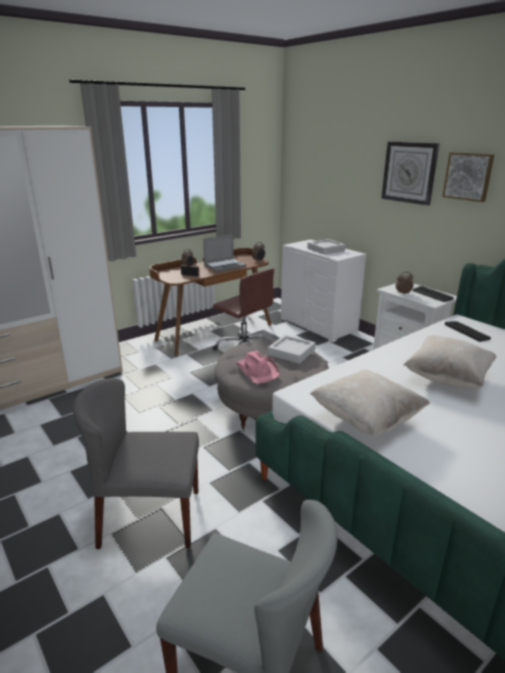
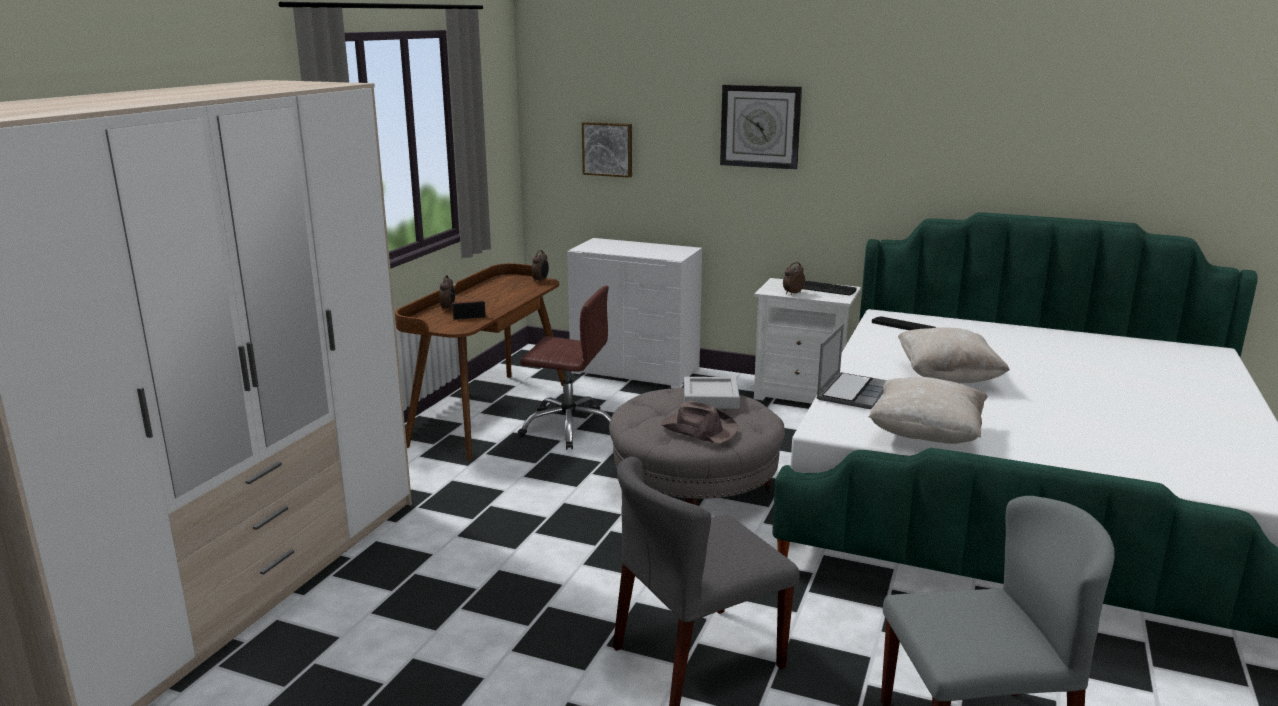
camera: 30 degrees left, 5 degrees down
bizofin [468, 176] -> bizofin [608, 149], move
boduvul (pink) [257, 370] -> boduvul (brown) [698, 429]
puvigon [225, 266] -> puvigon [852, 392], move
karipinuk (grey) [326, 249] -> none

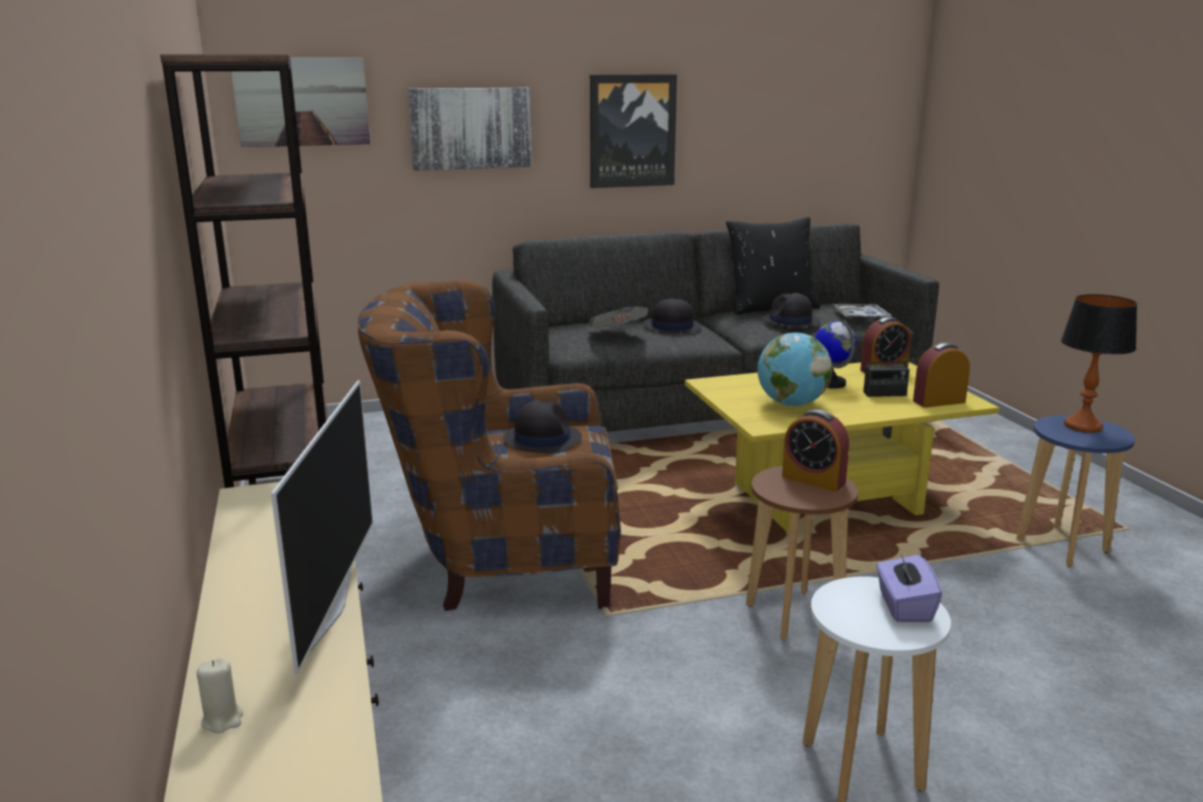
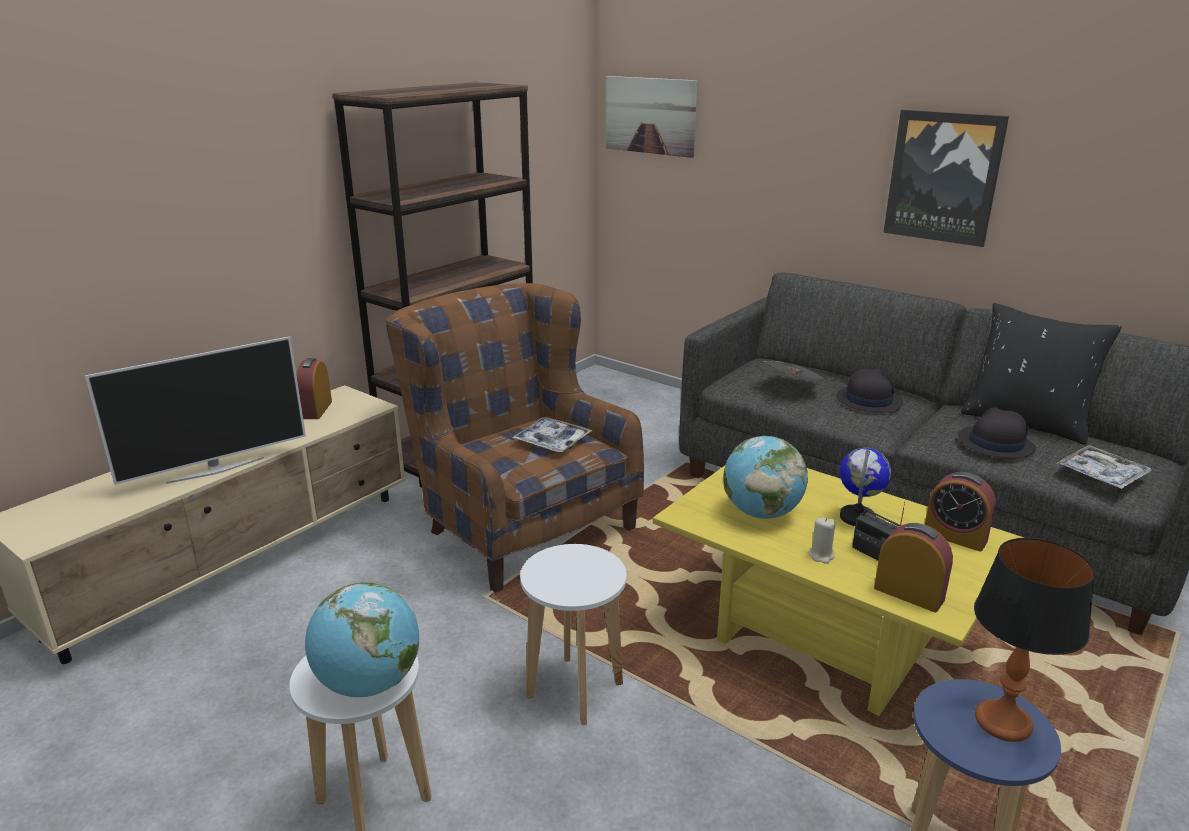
camera: 55 degrees right, 5 degrees up
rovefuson [813, 480] -> rovefuson [316, 410], move
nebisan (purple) [904, 607] -> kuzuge [369, 683]
boduvul (black) [542, 439] -> karipinuk [552, 441]
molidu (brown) [794, 614] -> molidu (white) [575, 690]
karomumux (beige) [222, 720] -> karomumux (beige) [821, 556], move
bizofin [470, 128] -> none

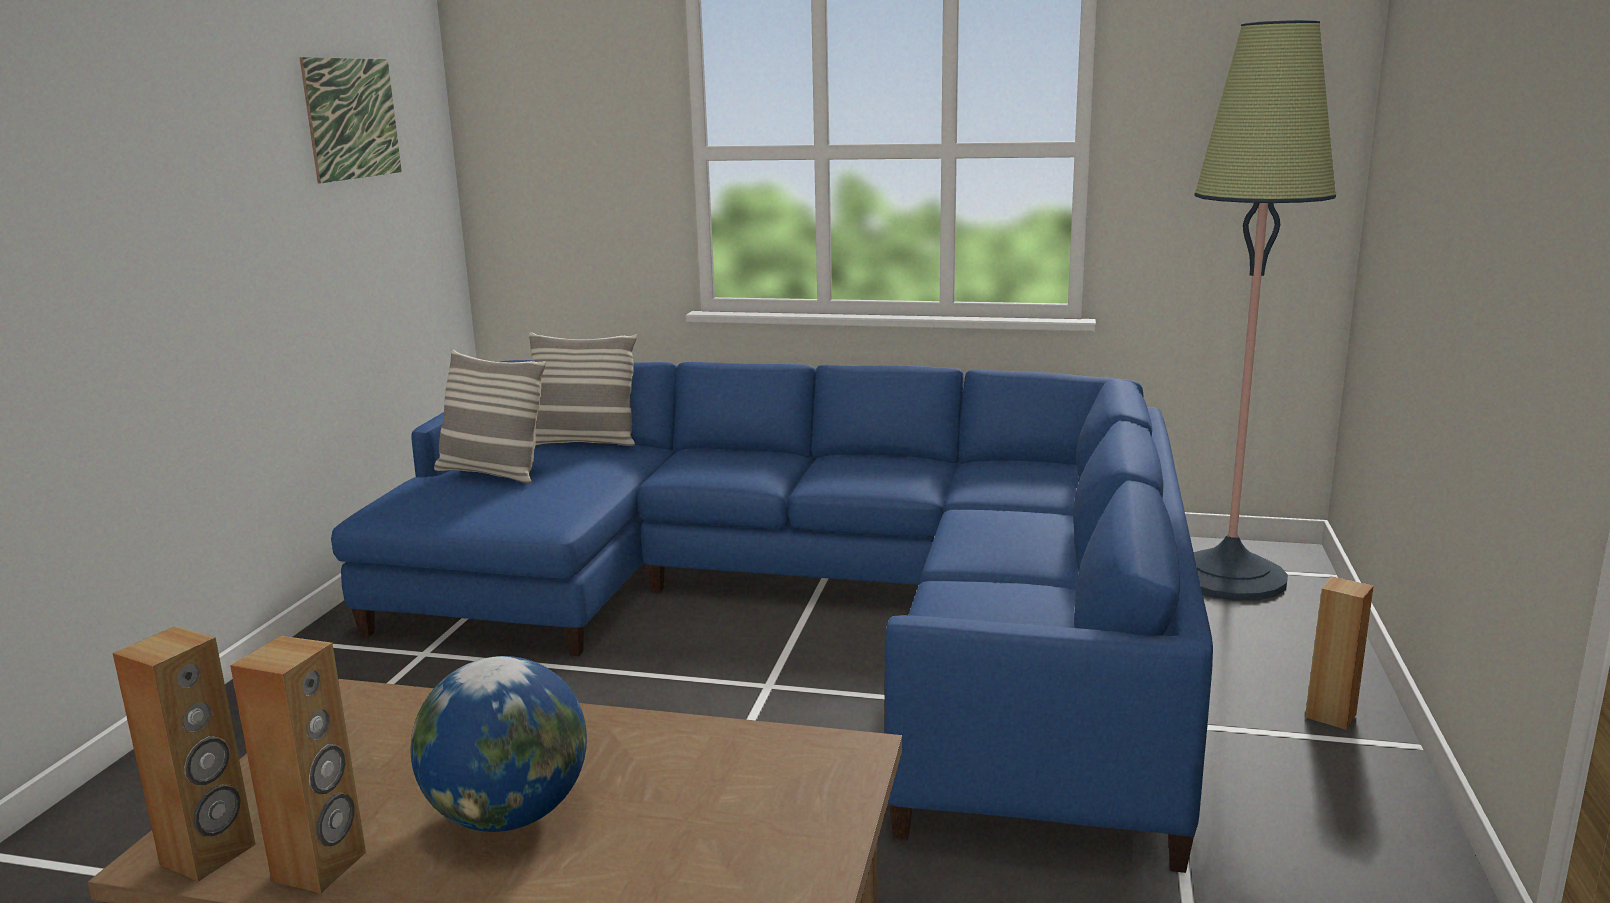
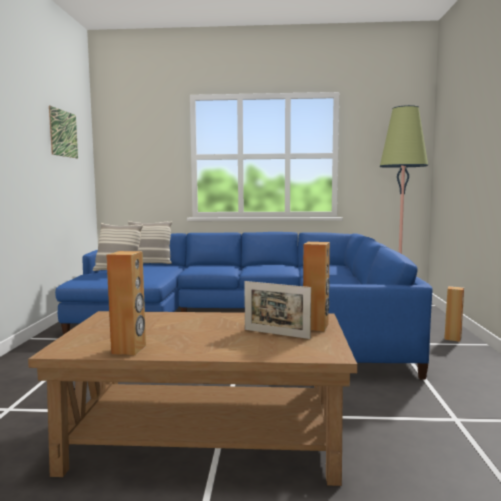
camera: 10 degrees left, 10 degrees down
none -> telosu [276, 334]
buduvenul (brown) [209, 854] -> buduvenul (brown) [316, 327], move
kuzuge [508, 815] -> none

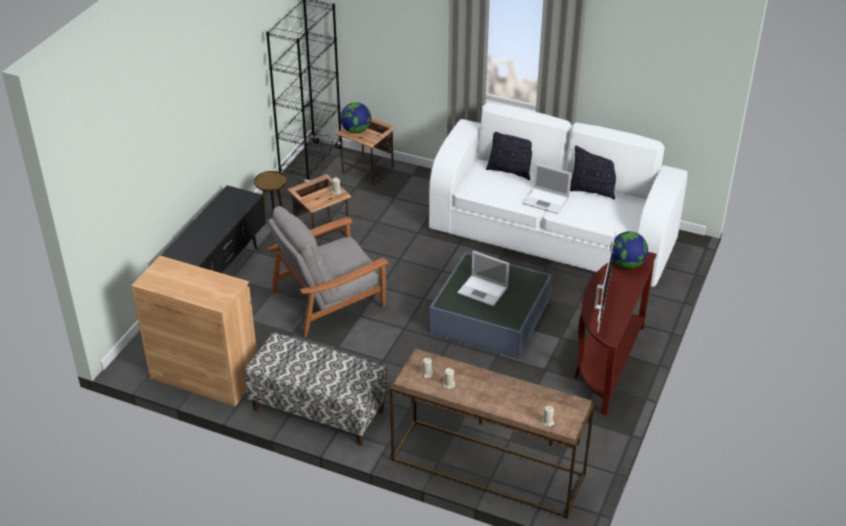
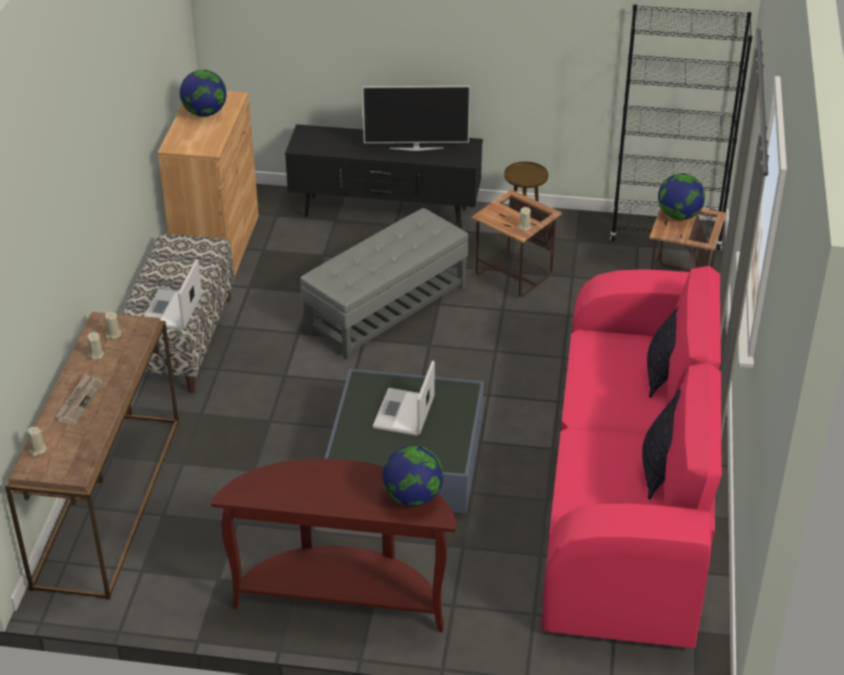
camera: 75 degrees right, 0 degrees up
none -> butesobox [79, 401]
puvigon [546, 201] -> puvigon [171, 311], move
none -> kuzuge [205, 113]
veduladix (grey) [329, 299] -> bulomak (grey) [386, 308]
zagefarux [599, 307] -> zagefarux [416, 148], move
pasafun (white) [552, 235] -> pasafun (pink) [627, 497]

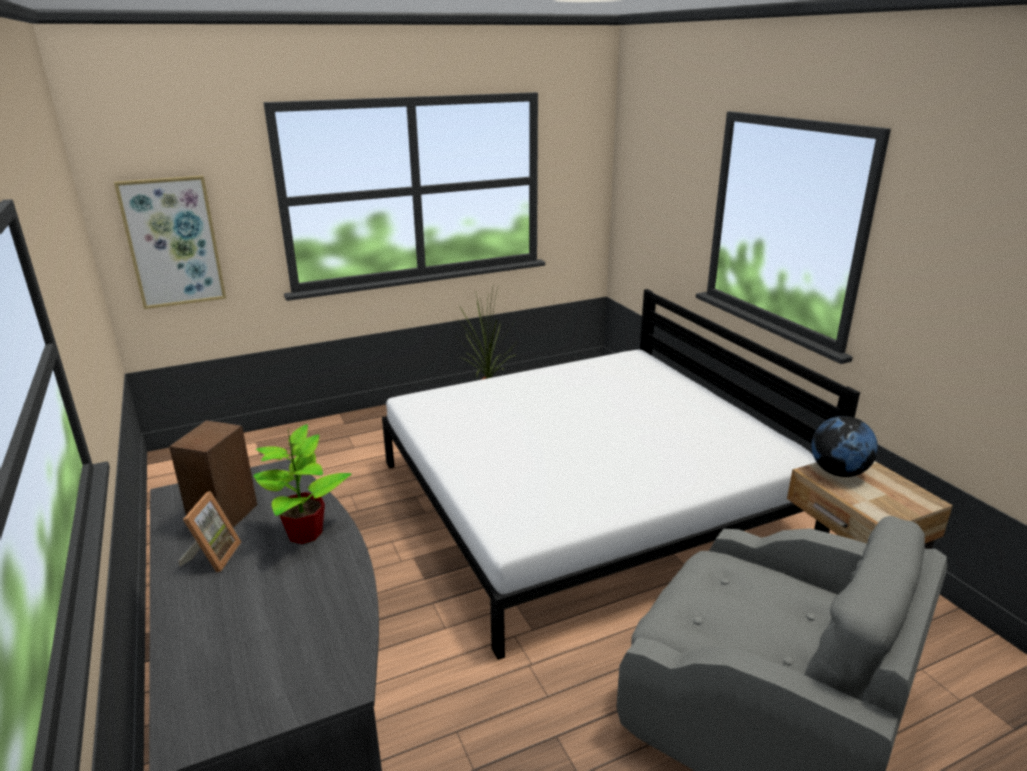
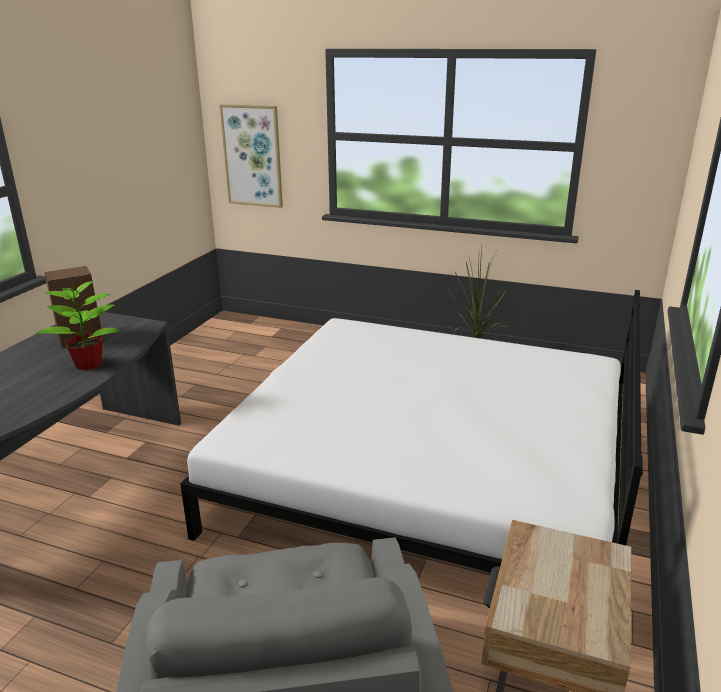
camera: 45 degrees right, 0 degrees up
telosu [213, 556] -> none
kuzuge [838, 472] -> none

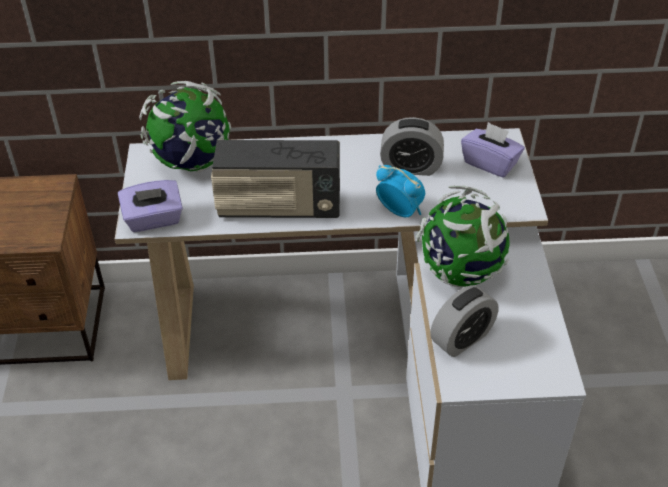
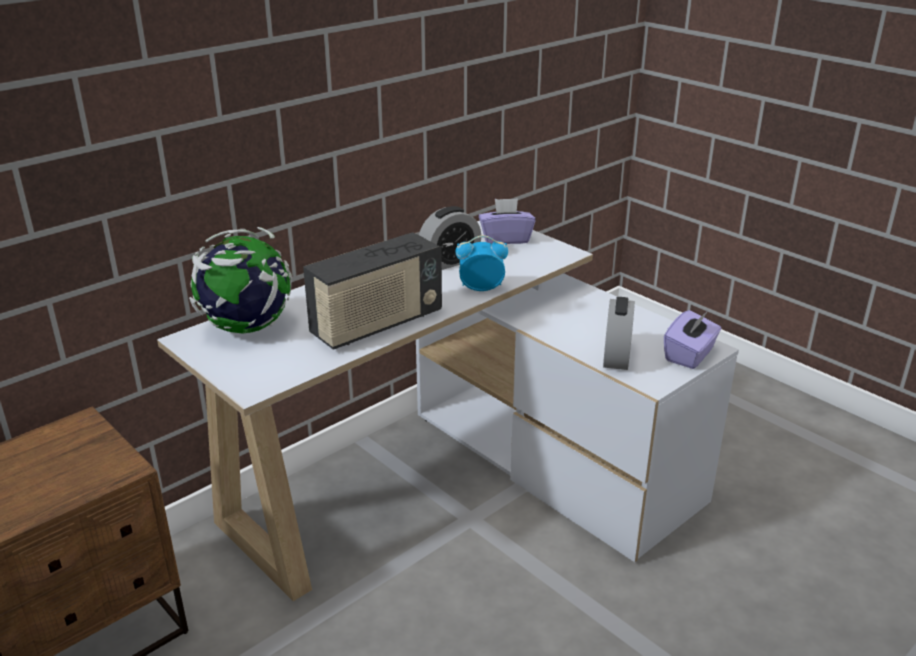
camera: 40 degrees left, 15 degrees down
nebisan (purple) [154, 220] -> nebisan (purple) [690, 355], move
kuzuge [459, 272] -> none

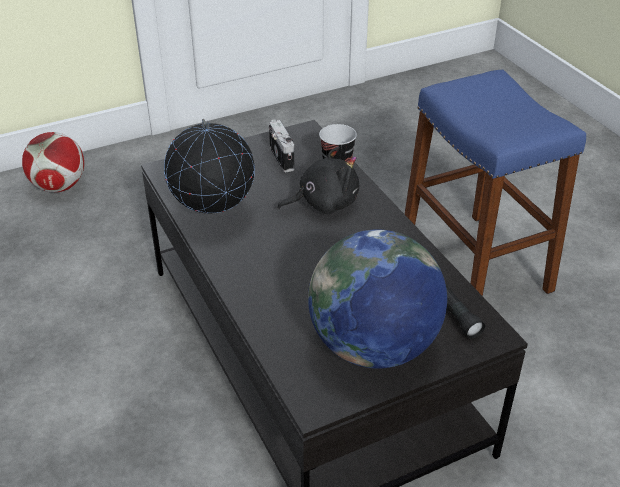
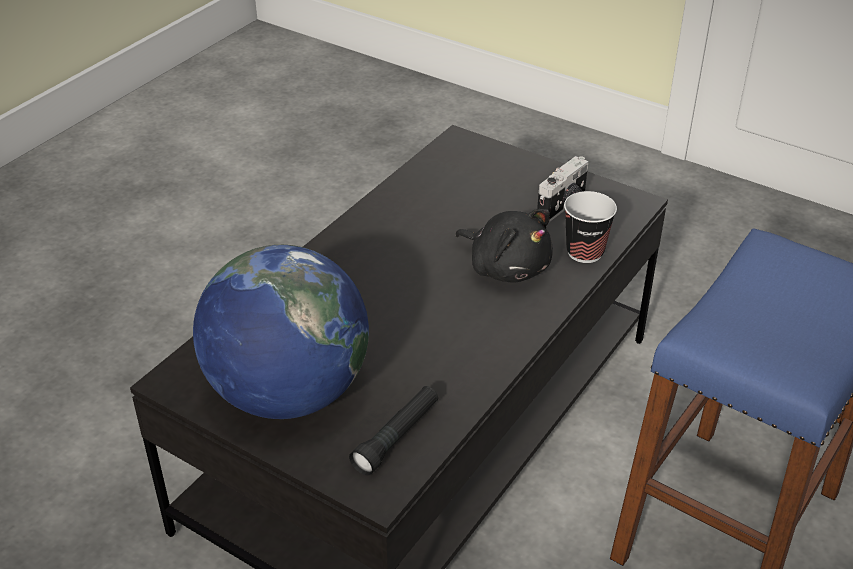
camera: 60 degrees right, 0 degrees up
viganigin [59, 186] -> none
kuzuge [213, 214] -> none

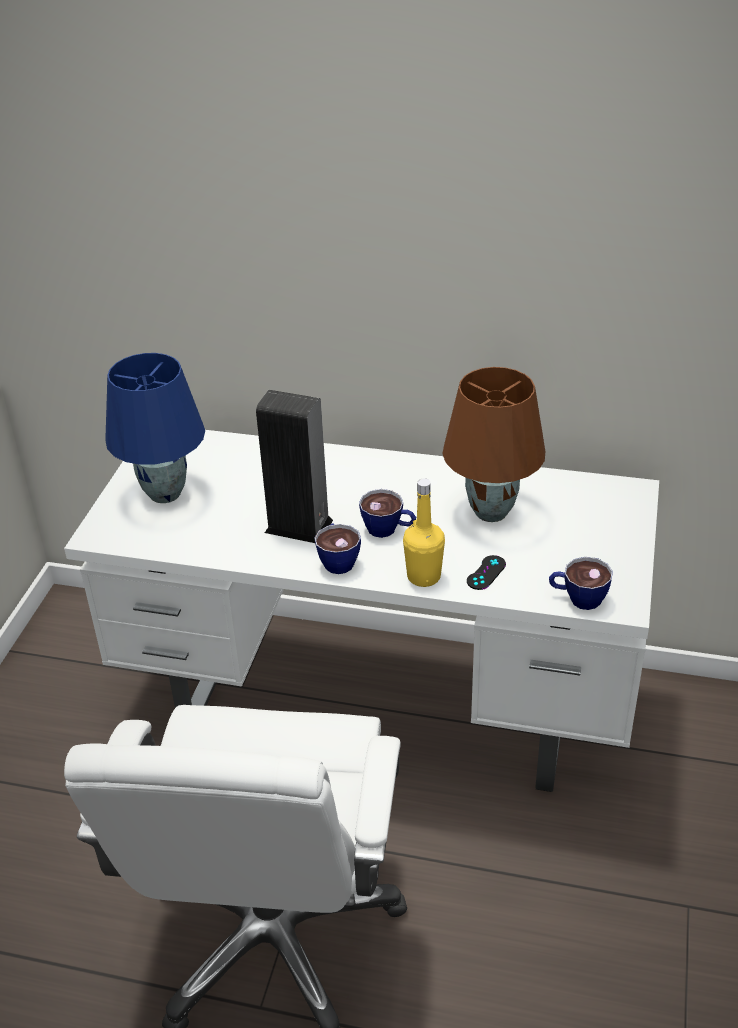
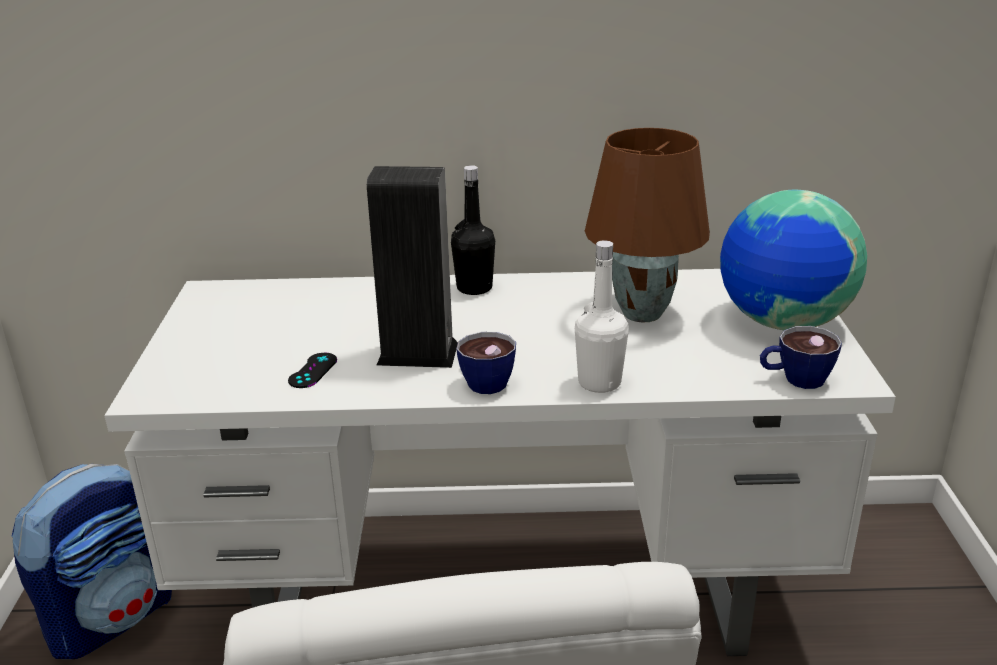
camera: 15 degrees left, 10 degrees down
none -> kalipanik [112, 617]
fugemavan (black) [486, 573] -> fugemavan (black) [313, 370], move
none -> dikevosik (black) [474, 288]
dikevosik (yellow) [423, 576] -> dikevosik (white) [599, 382]
none -> kuzuge [783, 323]
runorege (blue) [166, 494] -> none
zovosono [388, 530] -> none

